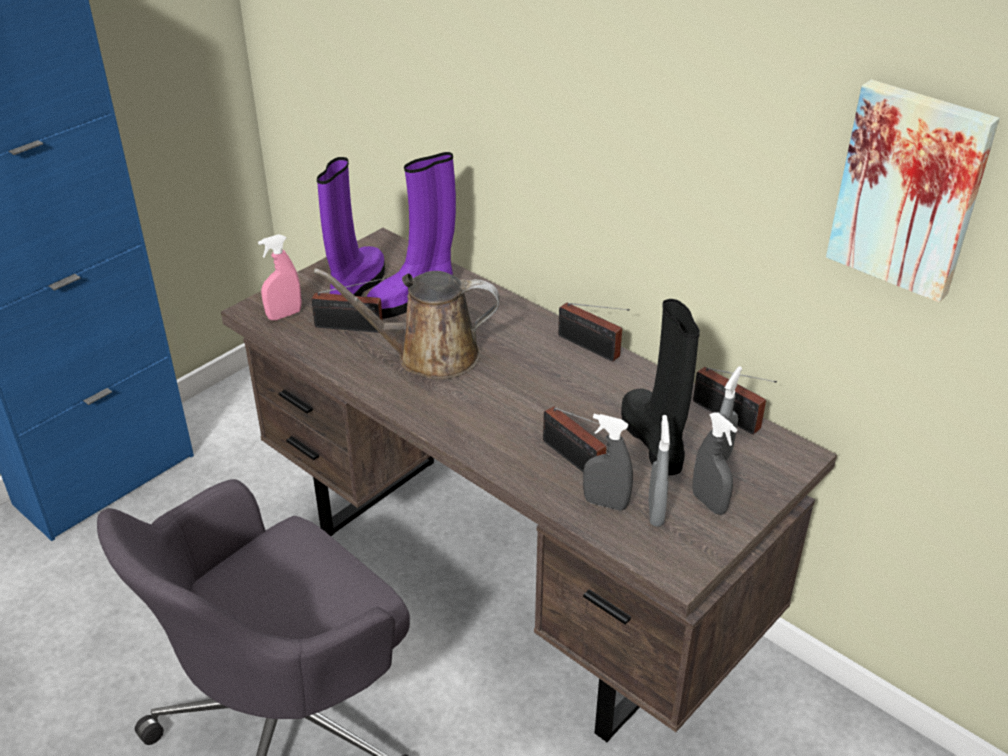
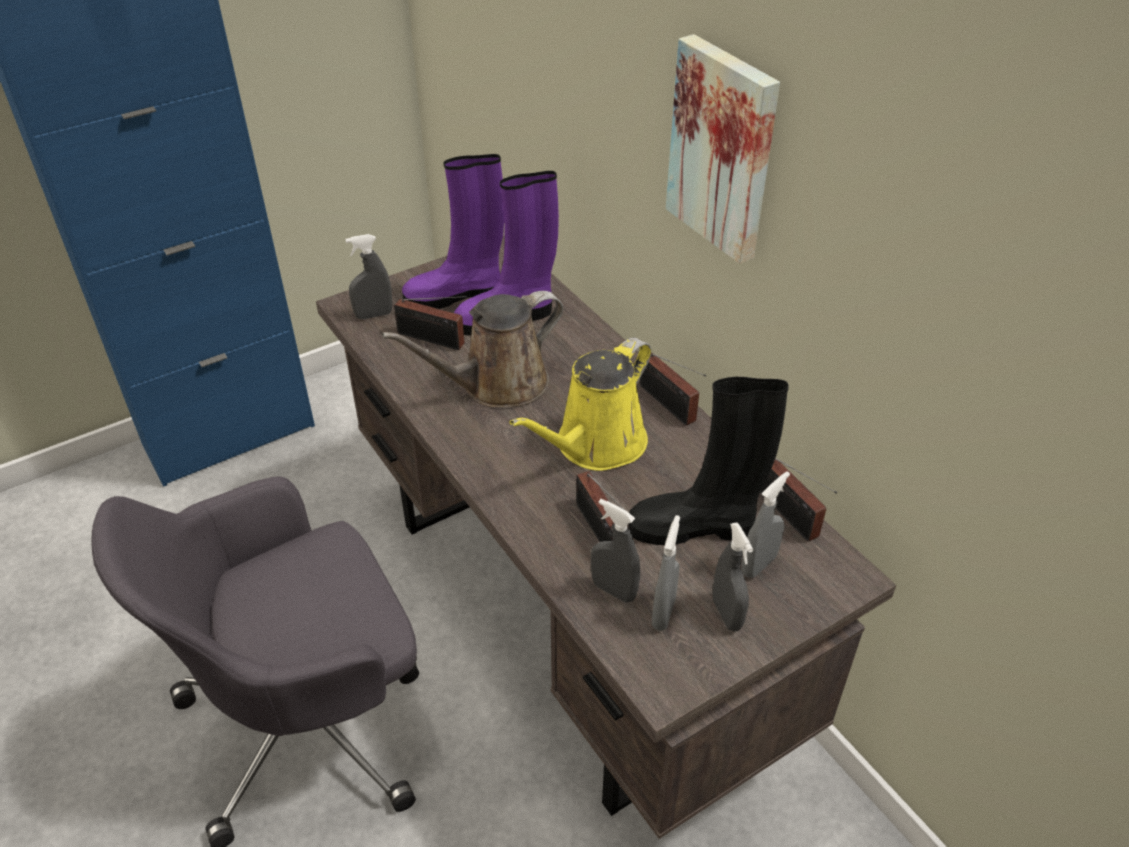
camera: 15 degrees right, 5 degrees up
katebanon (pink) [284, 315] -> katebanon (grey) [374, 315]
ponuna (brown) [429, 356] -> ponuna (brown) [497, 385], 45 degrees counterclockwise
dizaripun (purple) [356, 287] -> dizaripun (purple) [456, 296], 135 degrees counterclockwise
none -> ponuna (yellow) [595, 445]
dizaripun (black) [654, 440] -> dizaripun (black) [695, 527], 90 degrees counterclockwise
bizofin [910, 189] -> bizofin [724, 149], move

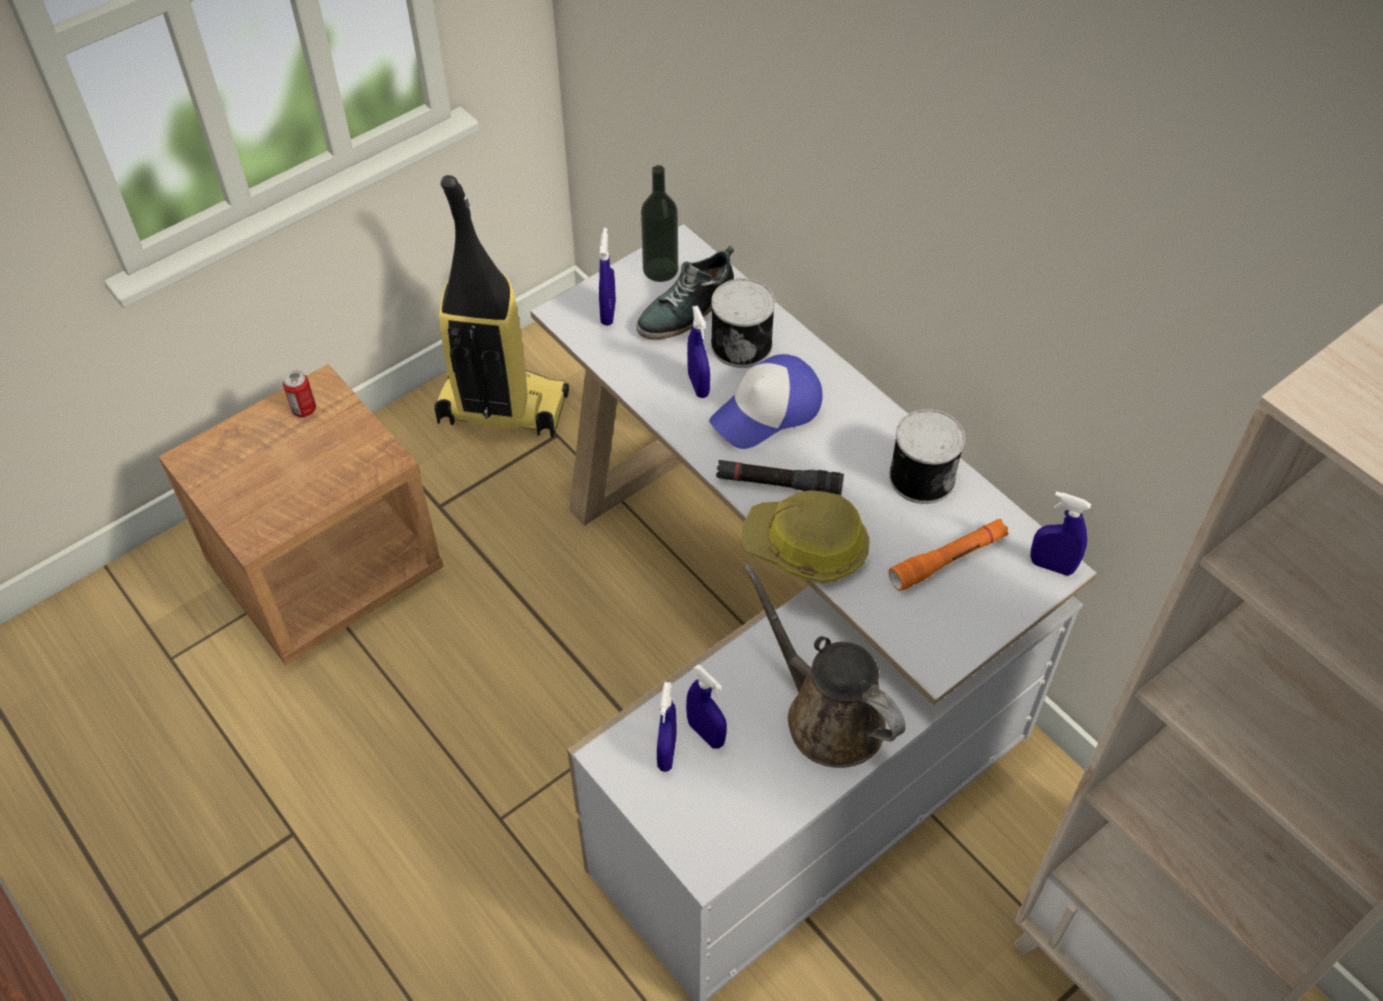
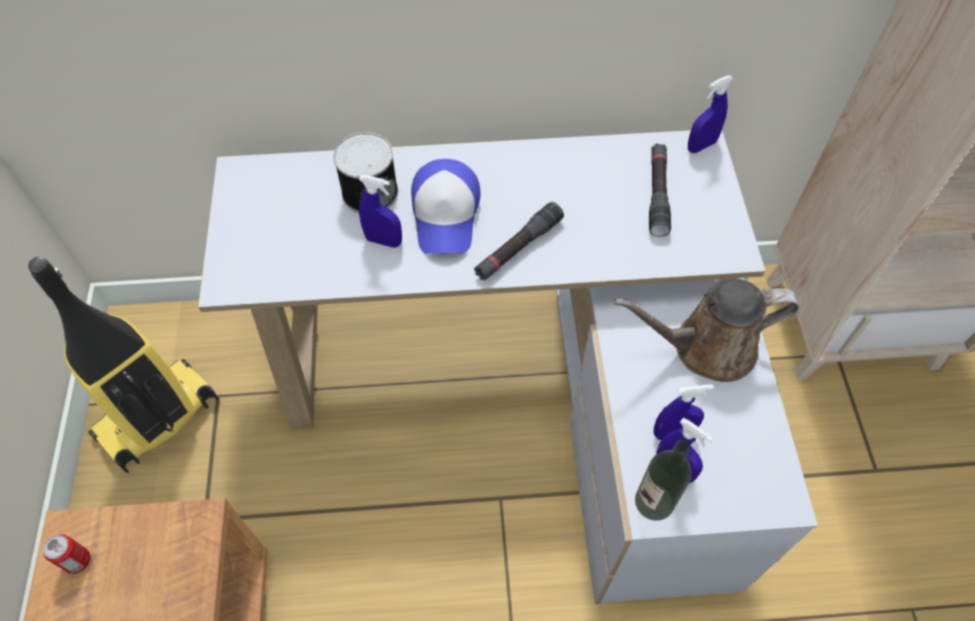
camera: 55 degrees left, 5 degrees up
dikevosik [660, 269] -> dikevosik [654, 502], move
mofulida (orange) [948, 560] -> mofulida (black) [657, 194]
katebanon (blue) [608, 313] -> none
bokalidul [687, 310] -> none
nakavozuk [806, 547] -> none
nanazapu [920, 476] -> none

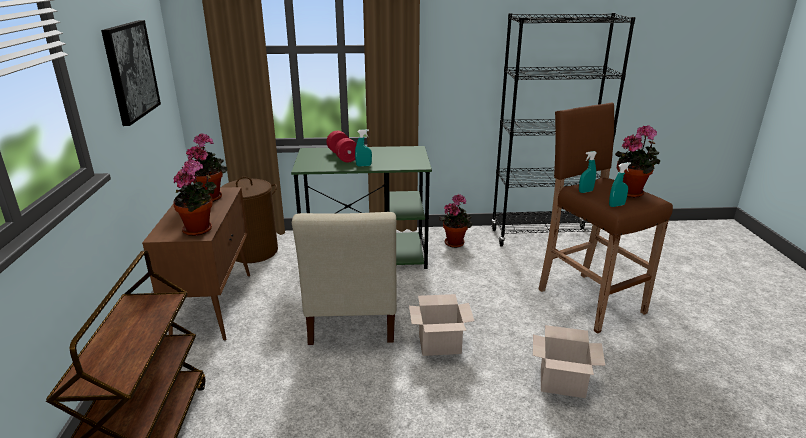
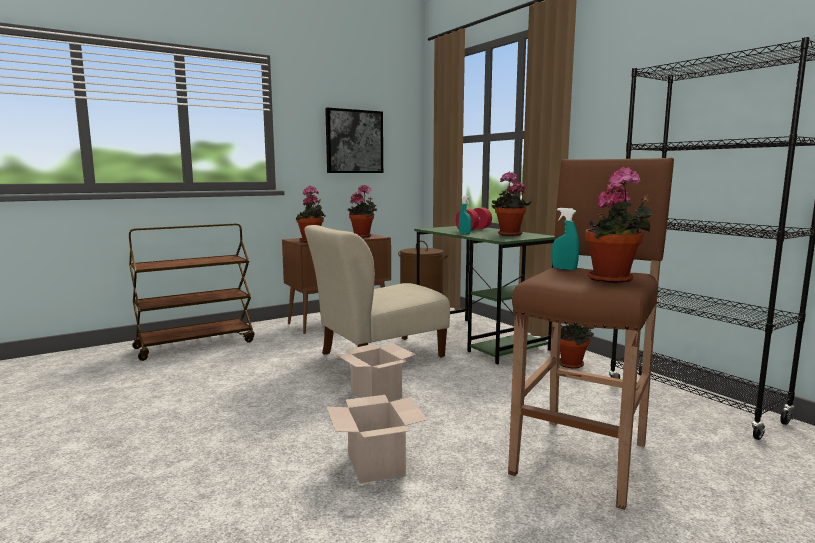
camera: 60 degrees right, 15 degrees down
none -> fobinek [508, 235]
katebanon (turquoise) [616, 205] -> none

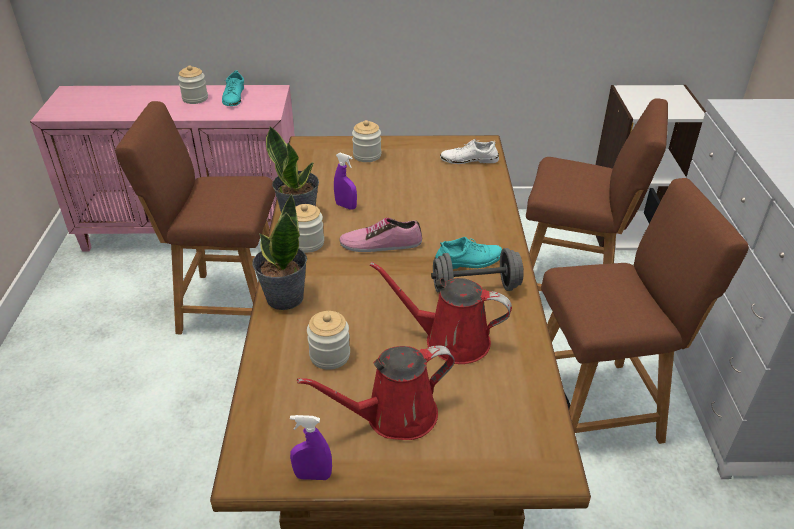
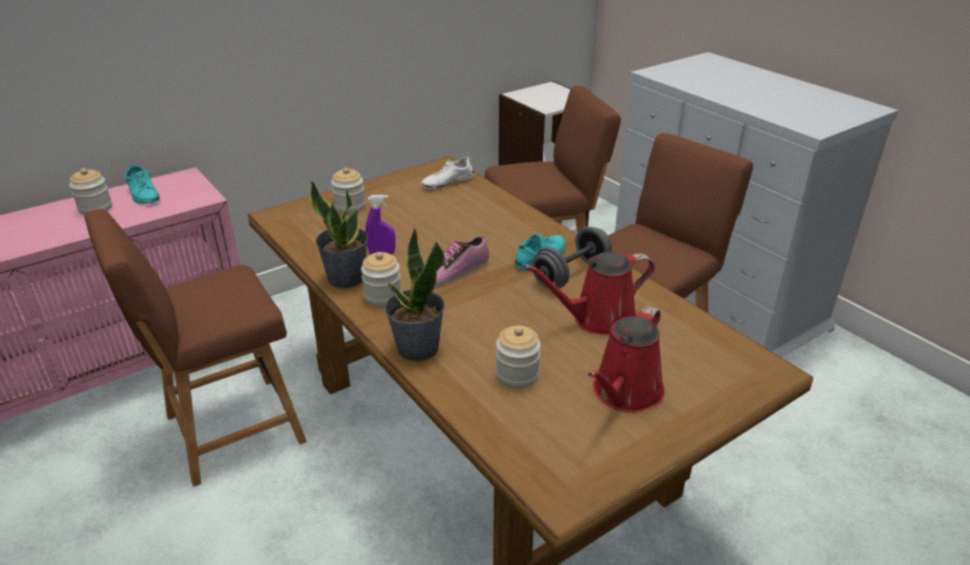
camera: 35 degrees left, 5 degrees down
katebanon (purple) [313, 476] -> none

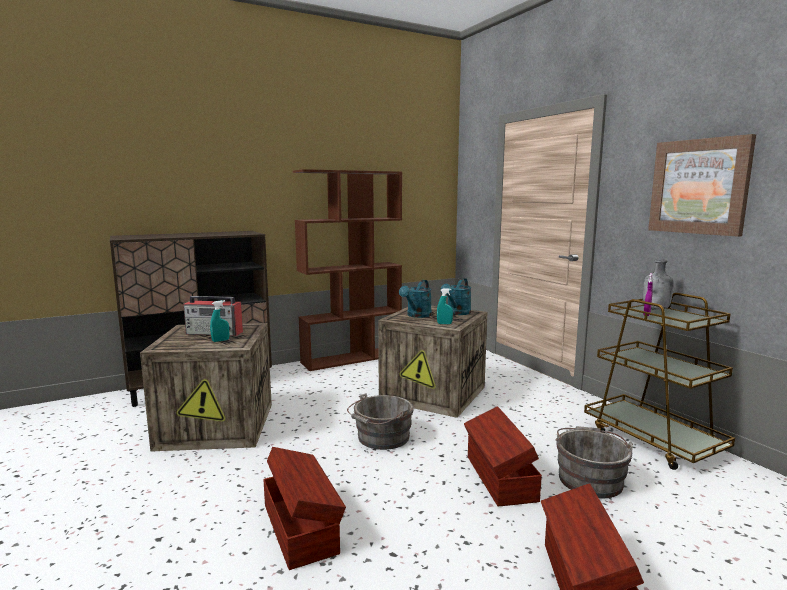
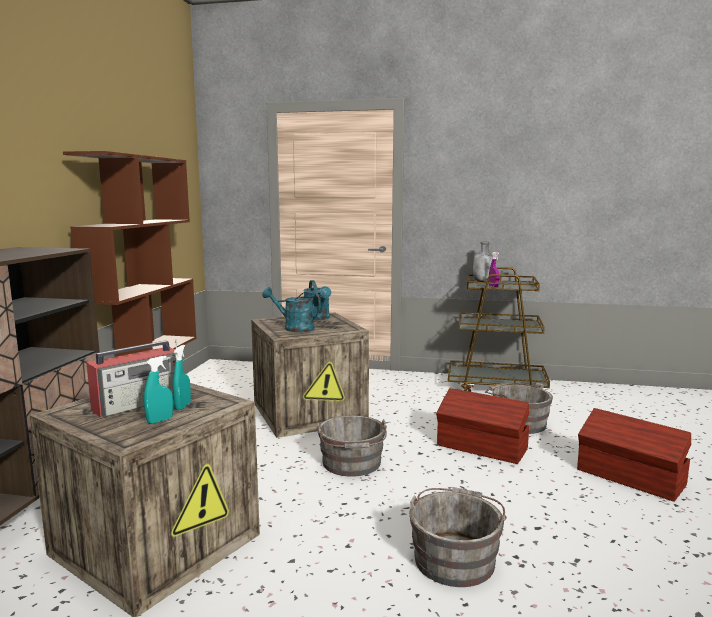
camera: 50 degrees left, 0 degrees up
katebanon (turquoise) [444, 324] -> katebanon (turquoise) [160, 420], move
ponuna (turquoise) [417, 315] -> ponuna (turquoise) [294, 328], 135 degrees clockwise
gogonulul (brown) [301, 527] -> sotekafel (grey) [455, 557]
bizofin [699, 186] -> none

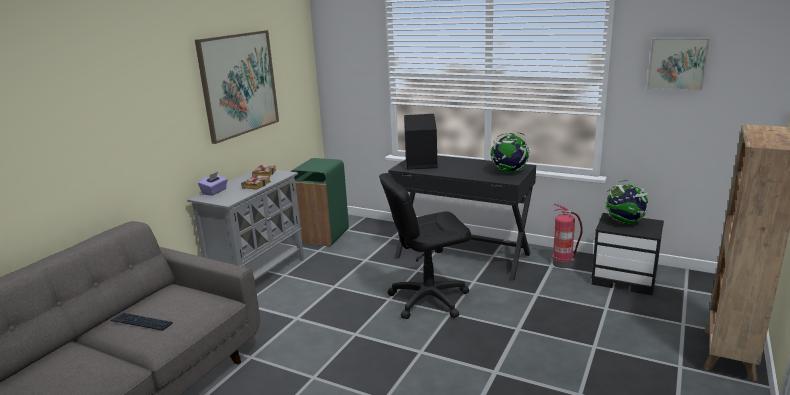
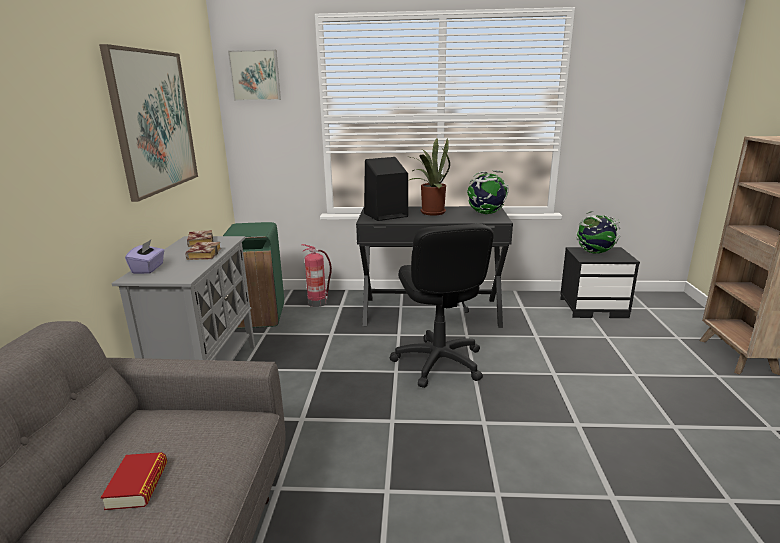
camera: 25 degrees left, 0 degrees up
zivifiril [142, 322] -> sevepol [137, 485]
bizofin [677, 63] -> bizofin [255, 75], move
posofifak [563, 263] -> posofifak [318, 303], move
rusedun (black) [428, 299] -> rusedun (black) [438, 362], 60 degrees counterclockwise
none -> fobinek [430, 212]

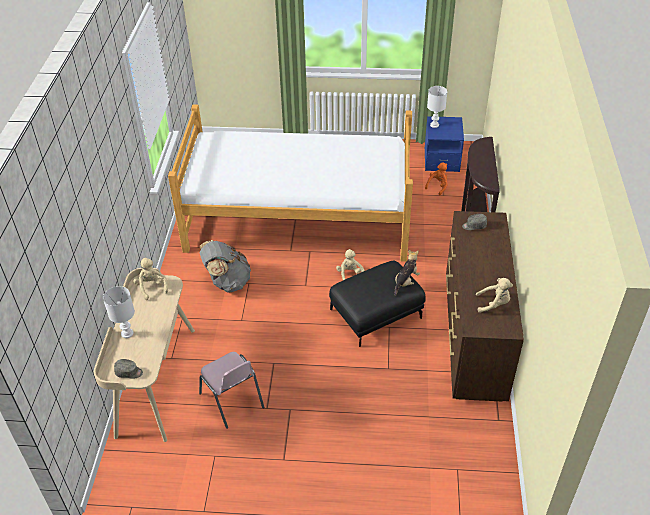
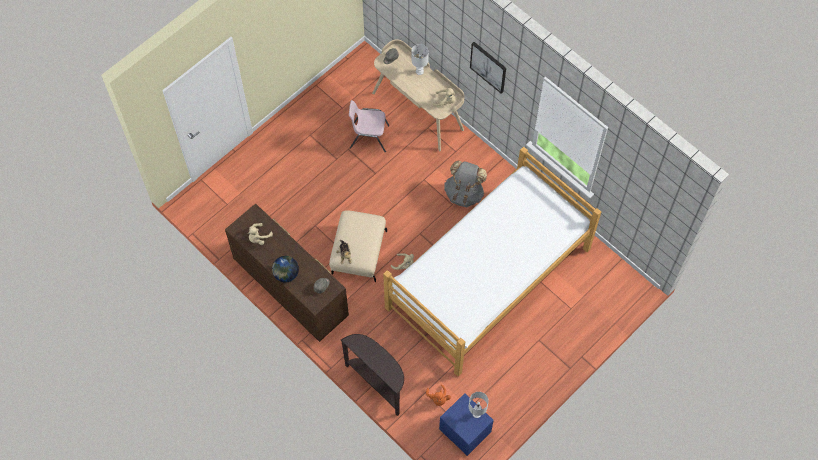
camera: 130 degrees right, 20 degrees up
none -> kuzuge [286, 274]
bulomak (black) [376, 315] -> bulomak (beige) [358, 252]
none -> bizofin [488, 67]

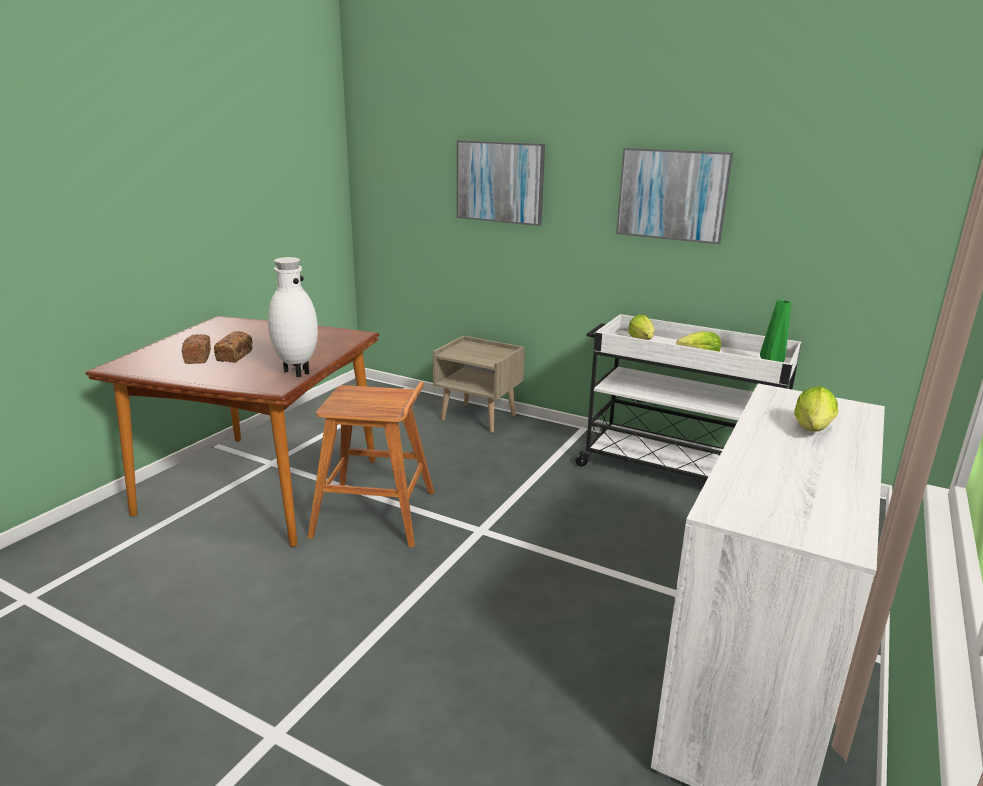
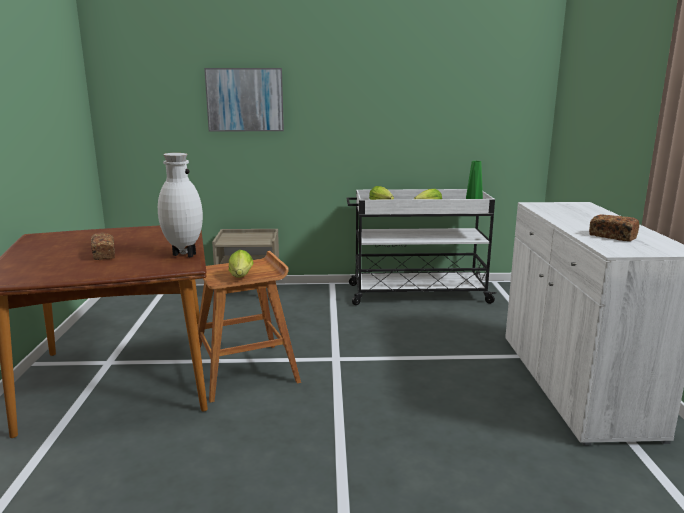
camera: 30 degrees left, 5 degrees down
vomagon [812, 431] -> vomagon [241, 277], move
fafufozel [197, 357] -> fafufozel [612, 236], move
bizofin [672, 195] -> none

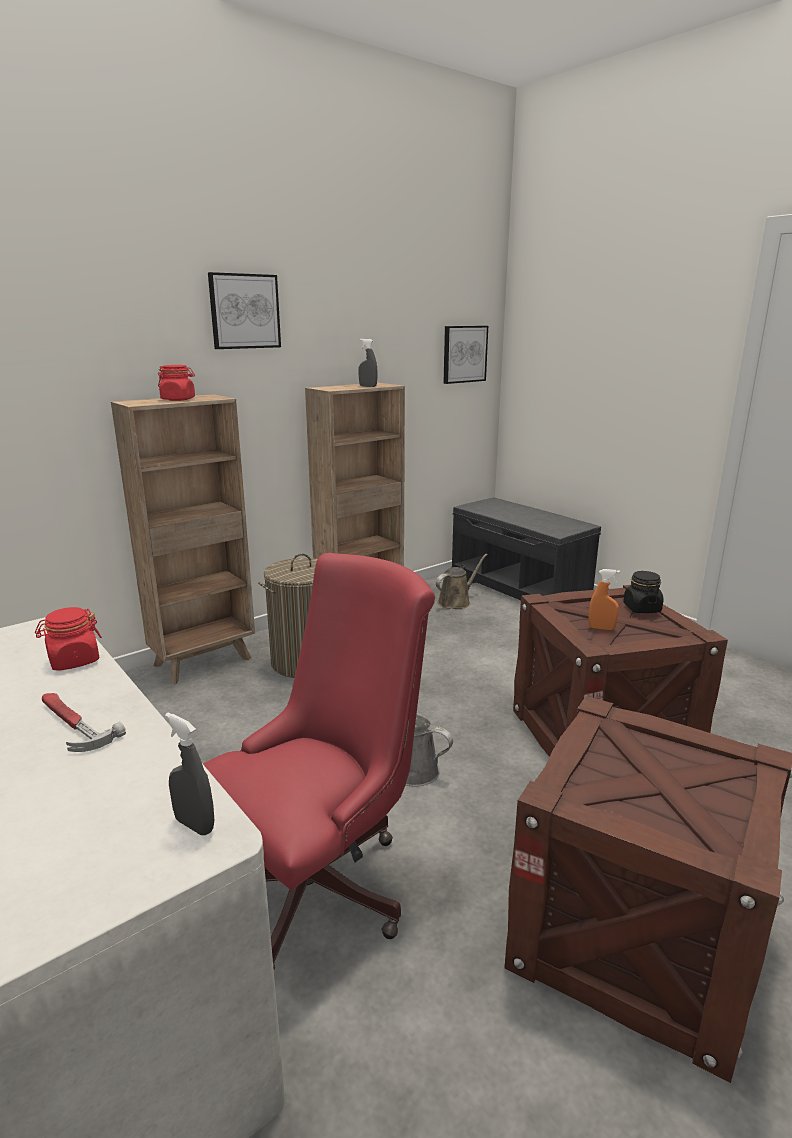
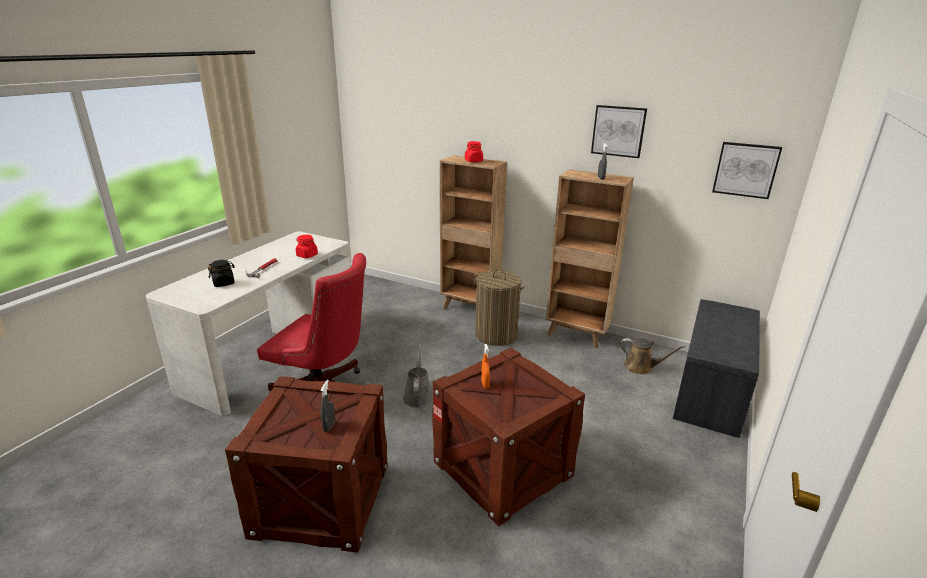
camera: 65 degrees right, 5 degrees up
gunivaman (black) [641, 608] -> gunivaman (black) [224, 283], move
katebanon (grey) [194, 825] -> katebanon (grey) [329, 426], move
bizofin [244, 311] -> bizofin [618, 131], move

